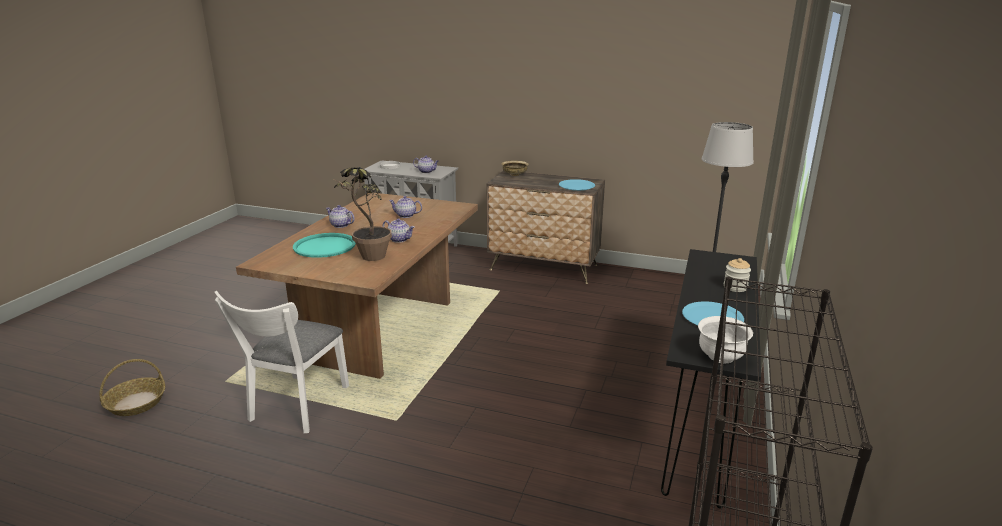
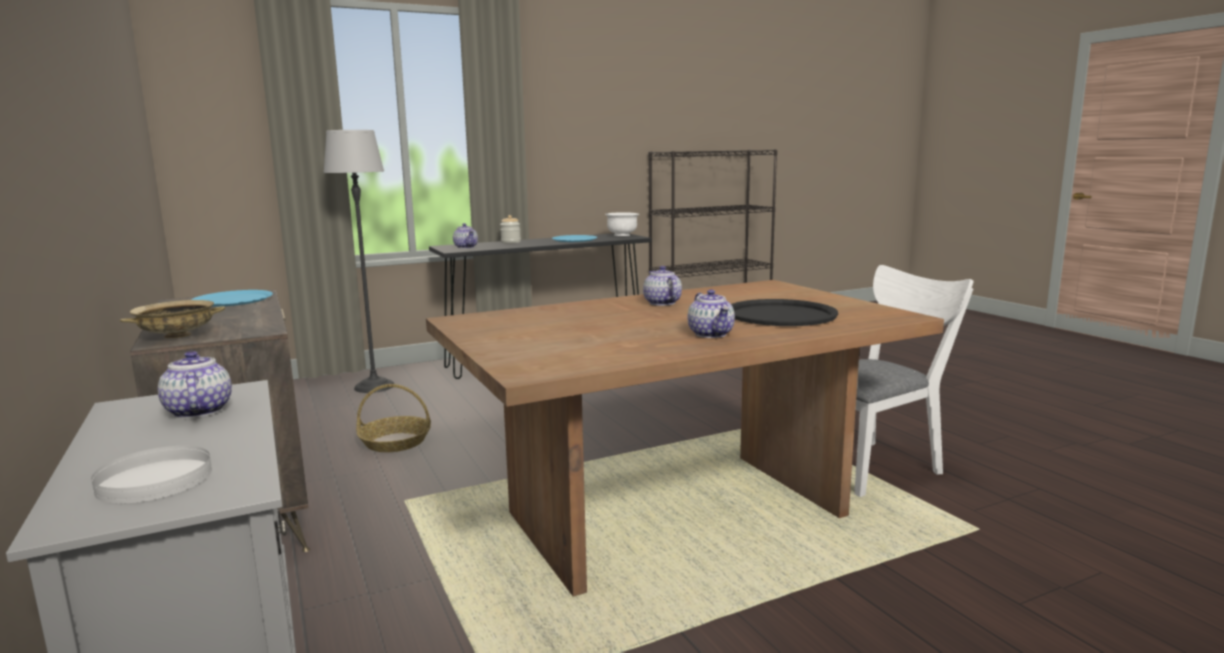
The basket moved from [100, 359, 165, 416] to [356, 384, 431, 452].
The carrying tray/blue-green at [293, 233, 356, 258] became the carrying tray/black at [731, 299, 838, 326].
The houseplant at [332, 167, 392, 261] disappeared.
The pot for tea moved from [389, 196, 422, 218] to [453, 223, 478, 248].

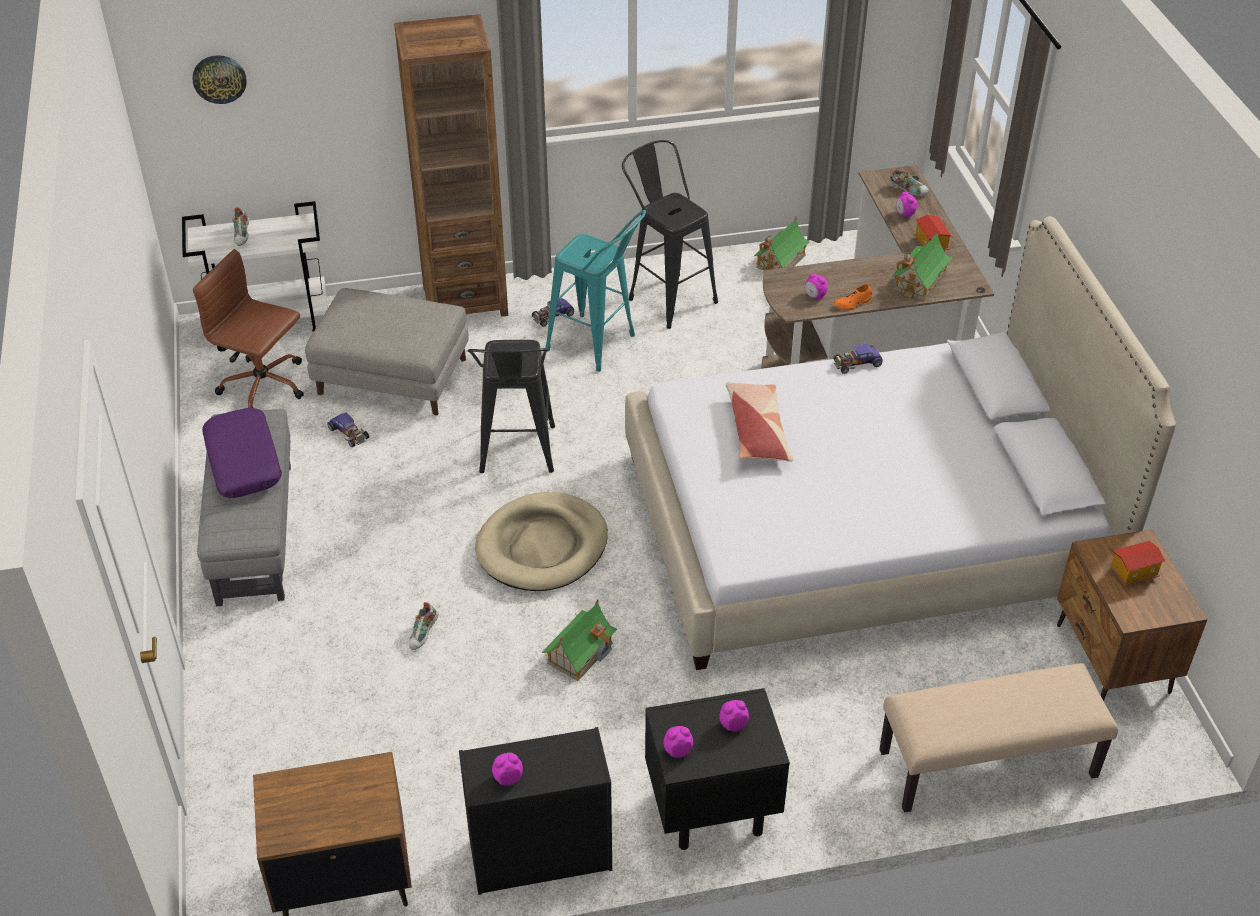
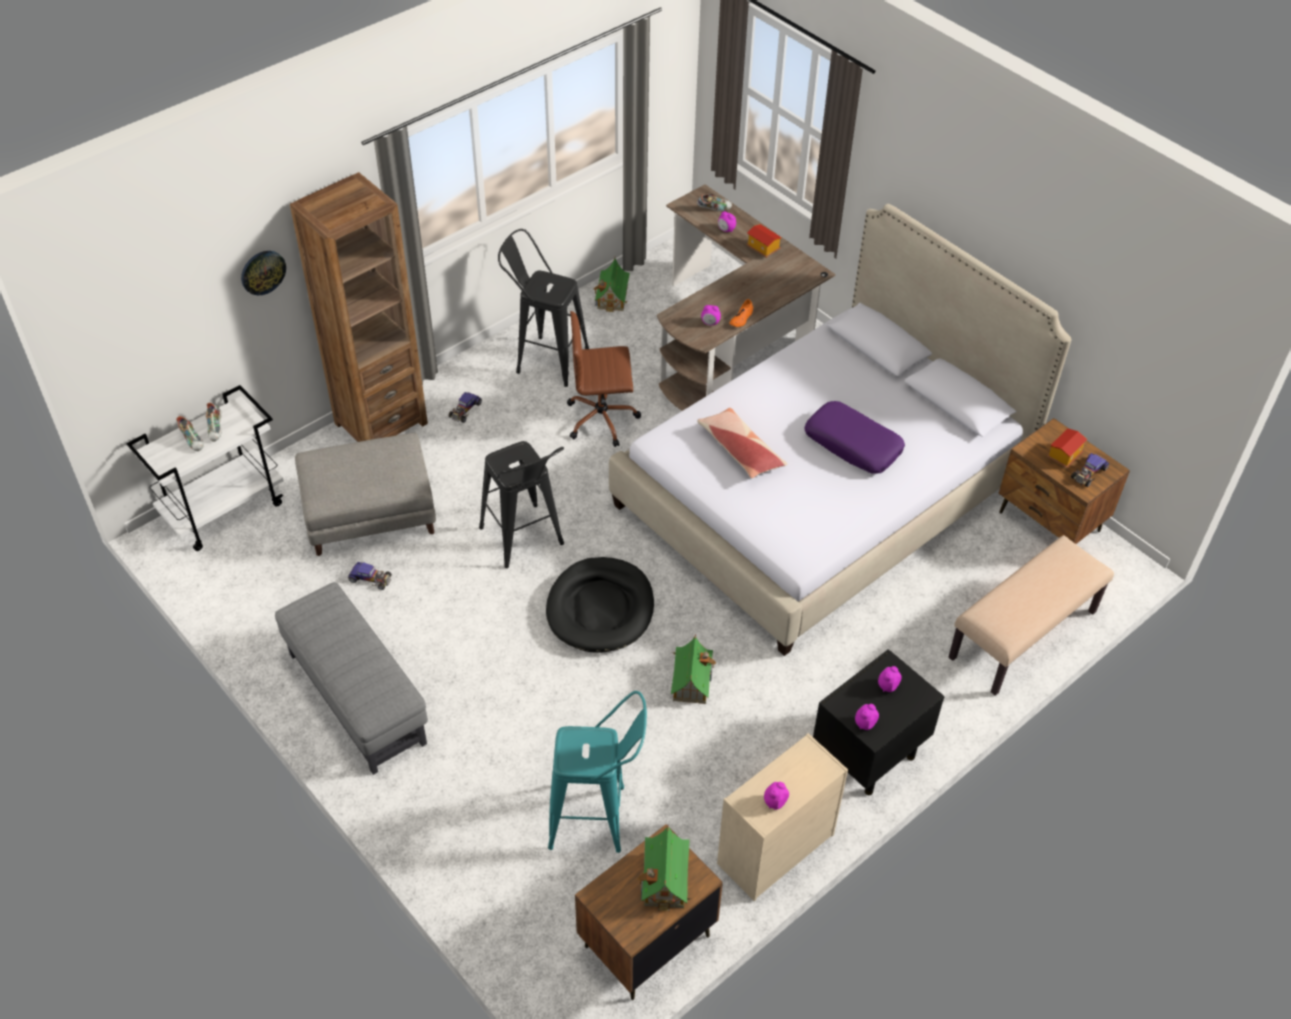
The hanging clock moved from [192, 55, 247, 104] to [241, 251, 286, 295].
The computer chair/brown moved from [193, 249, 304, 408] to [567, 311, 641, 447].
The pillow/purple moved from [202, 408, 282, 498] to [804, 401, 905, 474].
The low shoe moved from [409, 602, 439, 650] to [205, 403, 222, 442].
The drawer chest/black at [459, 727, 612, 895] became the drawer chest/beige at [717, 733, 848, 901].
The dog cushion/beige at [475, 492, 608, 591] became the dog cushion/black at [546, 557, 654, 653].
The stool seat/blue-green moved from [546, 210, 646, 372] to [548, 691, 647, 853].
The toy car moved from [833, 344, 883, 374] to [1071, 453, 1109, 487].
The toy house moved from [892, 230, 952, 301] to [638, 826, 692, 911].

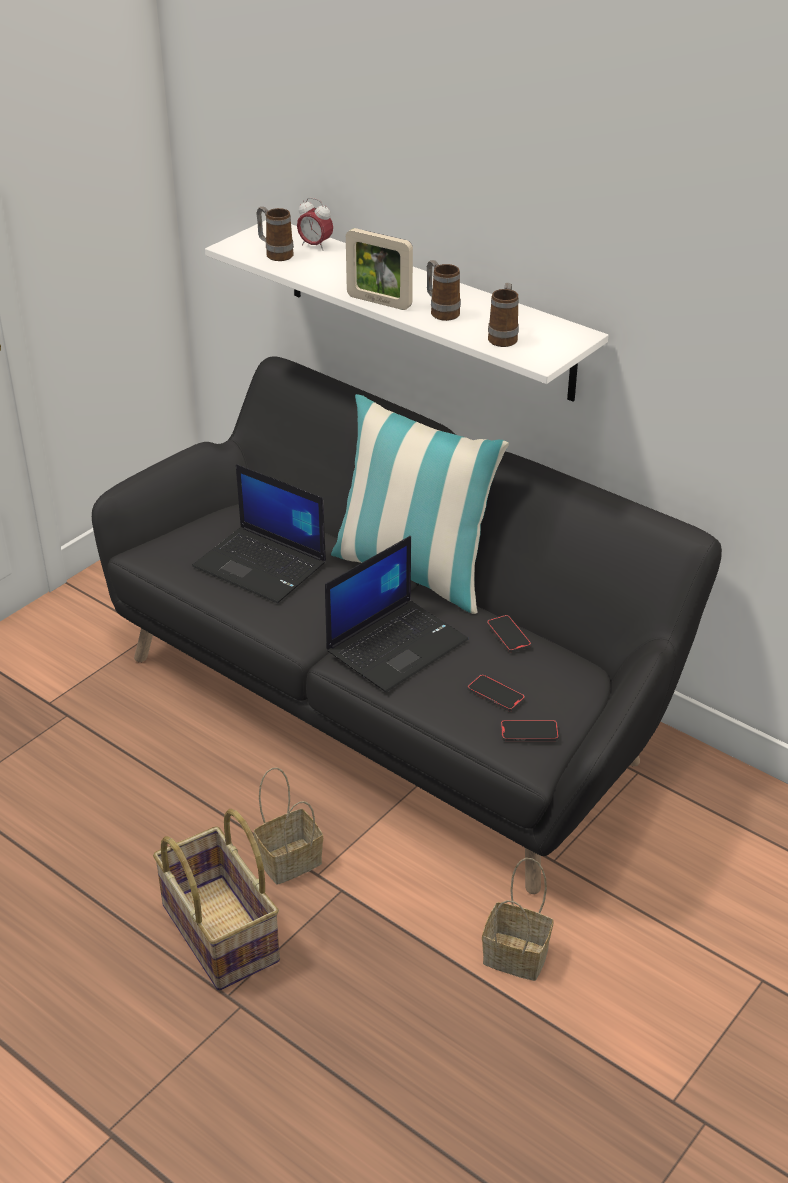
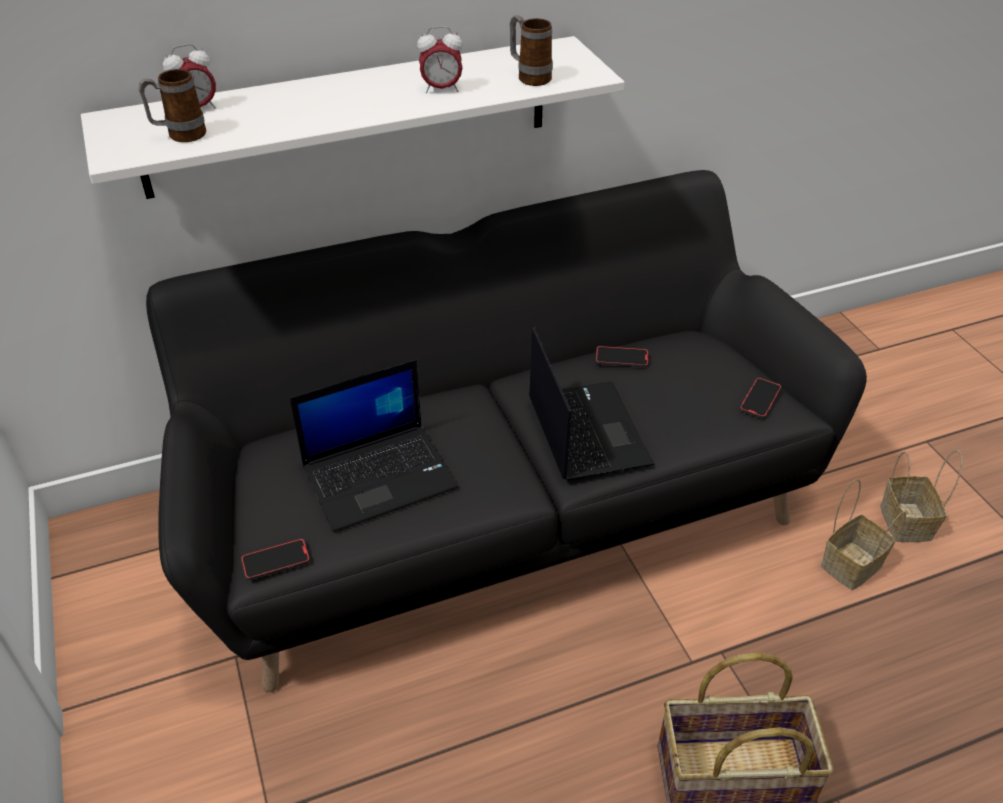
The basket moved from [254, 767, 323, 884] to [880, 450, 962, 542].
The pillow at [331, 394, 509, 614] disappeared.
The picture frame at [346, 228, 413, 310] disappeared.
The mug at [427, 260, 461, 321] was replaced by the alarm clock at [417, 26, 463, 93].
The phone moved from [468, 674, 525, 711] to [241, 539, 310, 580].

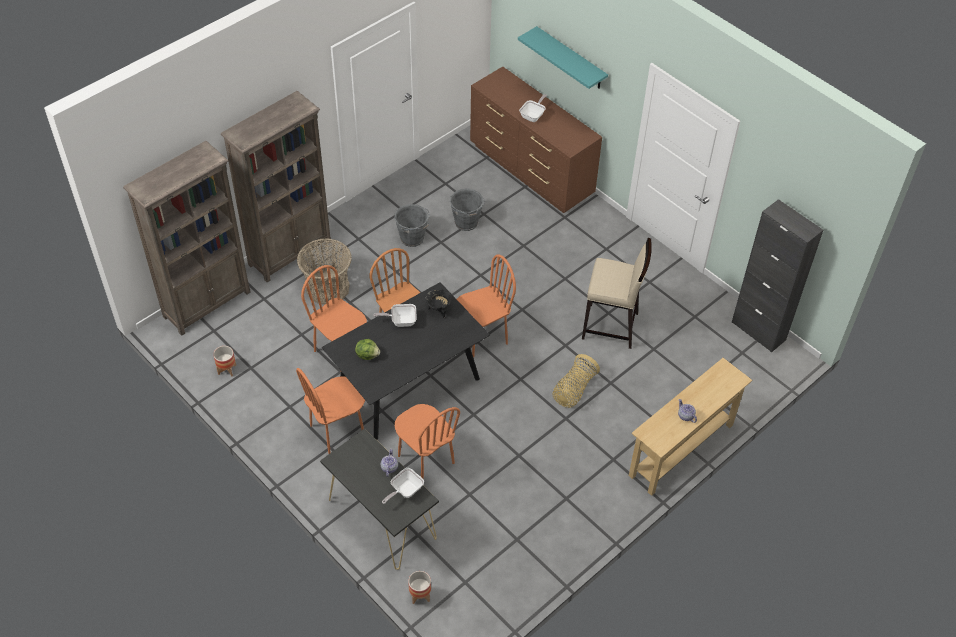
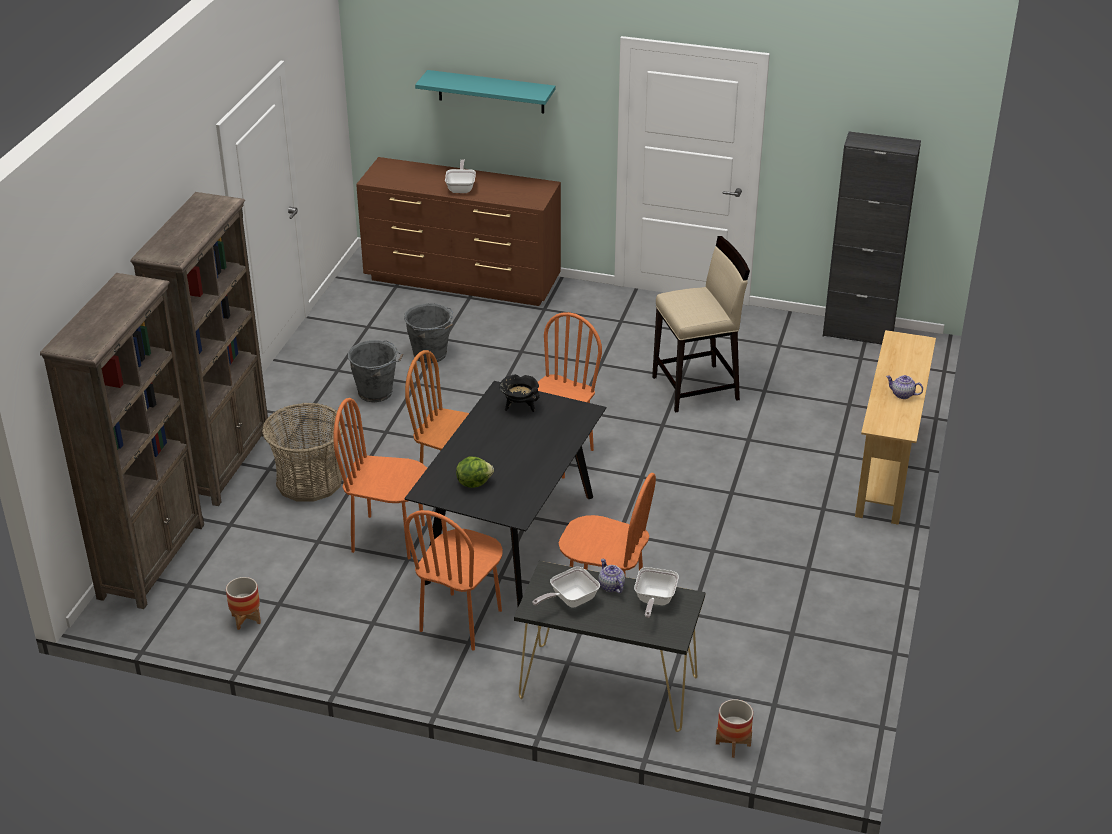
The skillet moved from [373, 304, 417, 327] to [533, 567, 600, 608].
The basket at [553, 354, 600, 408] disappeared.

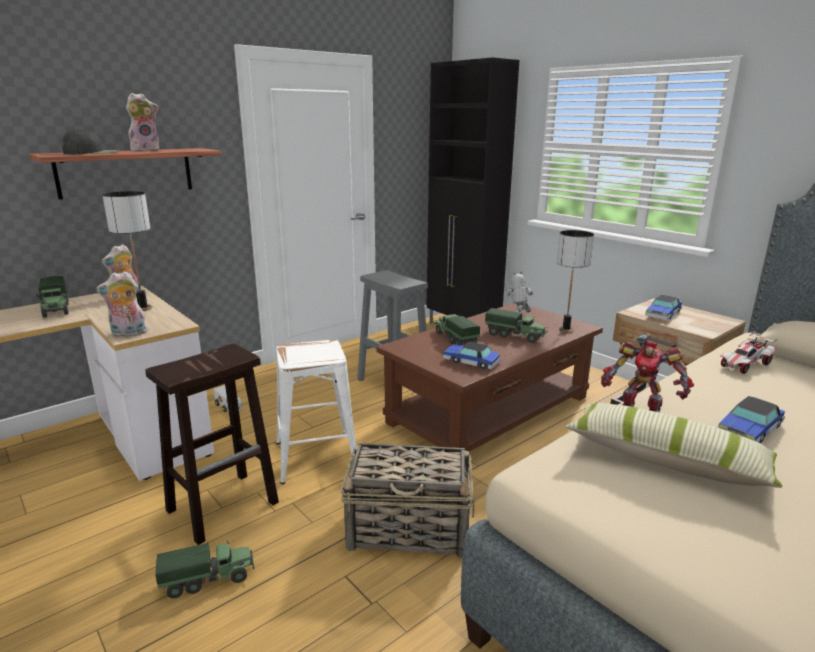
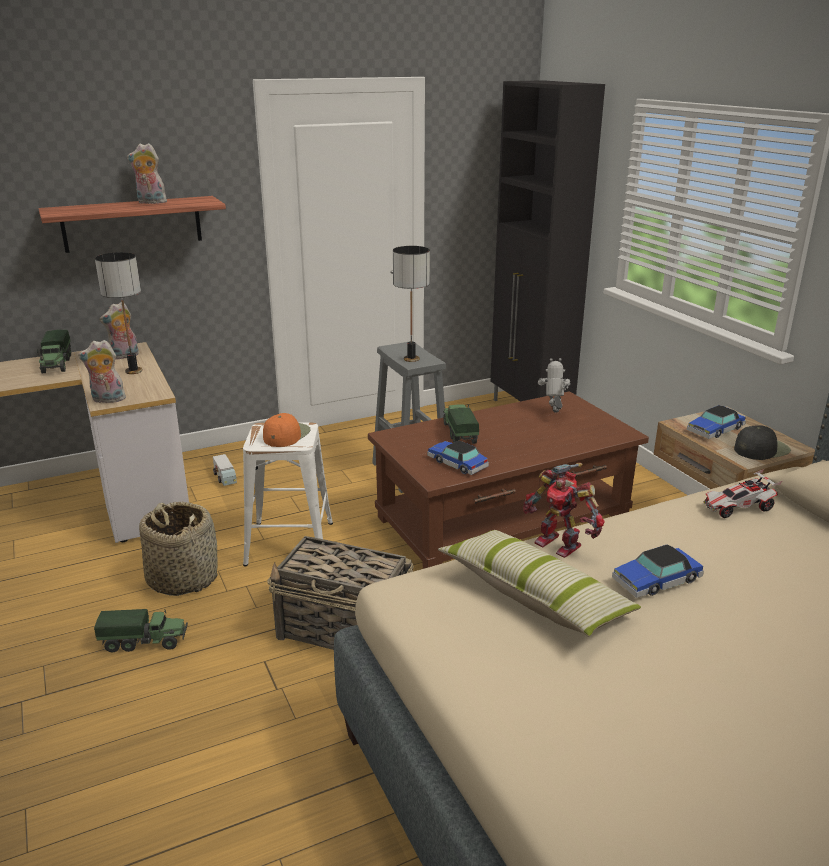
The baseball cap/black moved from [62, 129, 119, 154] to [734, 426, 791, 460].
The plush toy at [126, 93, 159, 151] turned 150 degrees counterclockwise.
The stool seat/brown at [145, 343, 279, 545] was replaced by the basket at [139, 501, 218, 596].
The model truck at [485, 308, 547, 343] disappeared.
The table lamp moved from [557, 230, 594, 333] to [393, 246, 430, 362].
The baseball cap/orange at [263, 413, 311, 447] appeared.

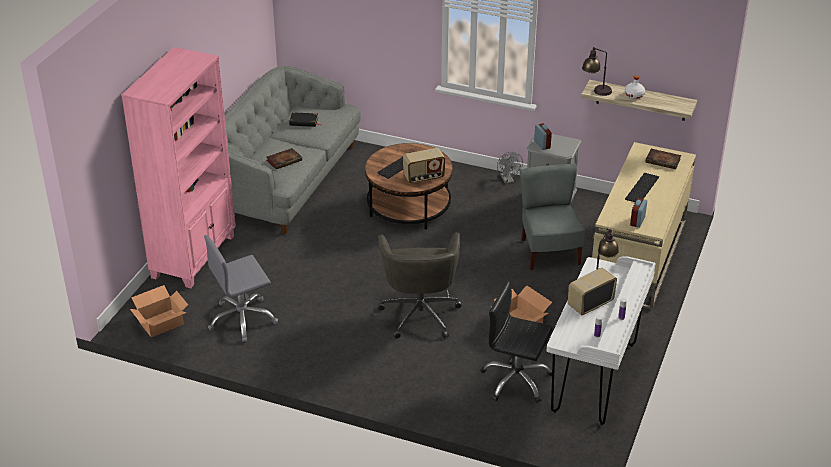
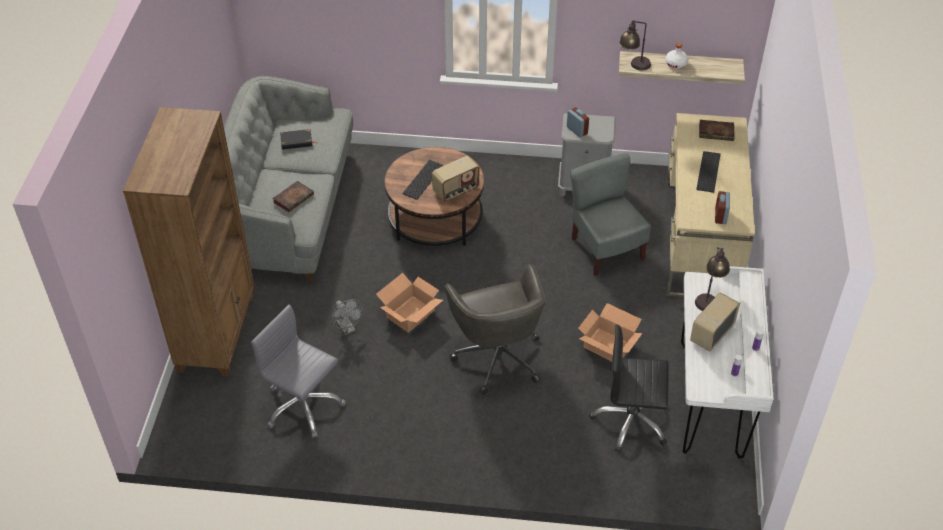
The bookshelf/pinkish at [121, 47, 236, 288] became the bookshelf/brown at [123, 107, 255, 377].
The carton moved from [130, 285, 188, 337] to [376, 273, 443, 333].
The computer chair/greyish at [204, 235, 278, 342] turned 75 degrees clockwise.
The cooling fan/greyish moved from [497, 152, 523, 184] to [332, 299, 363, 335].

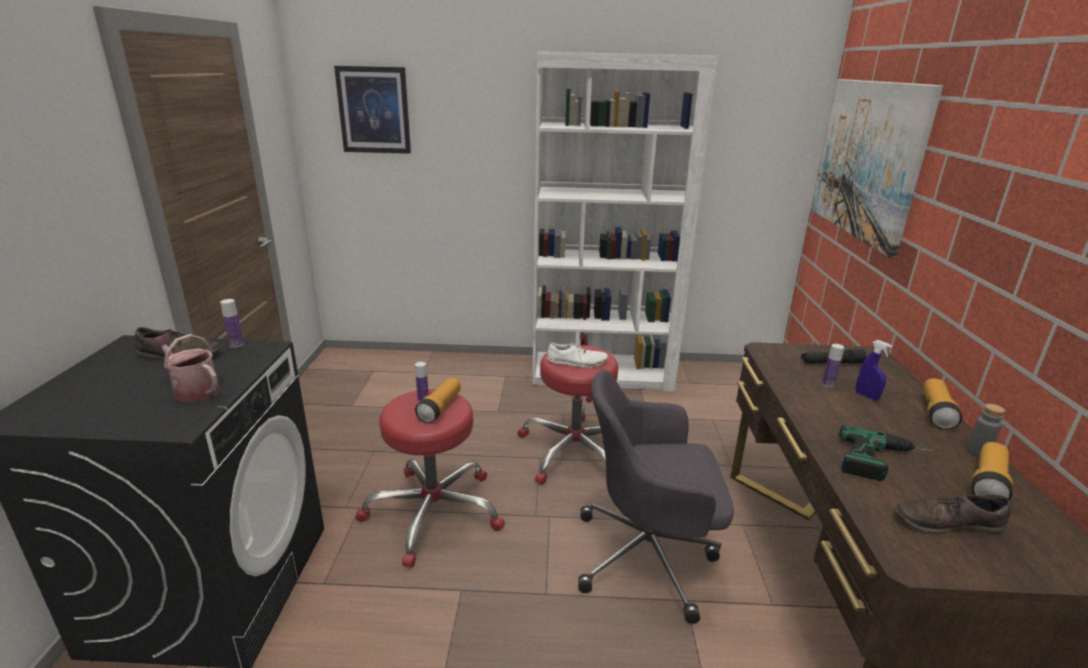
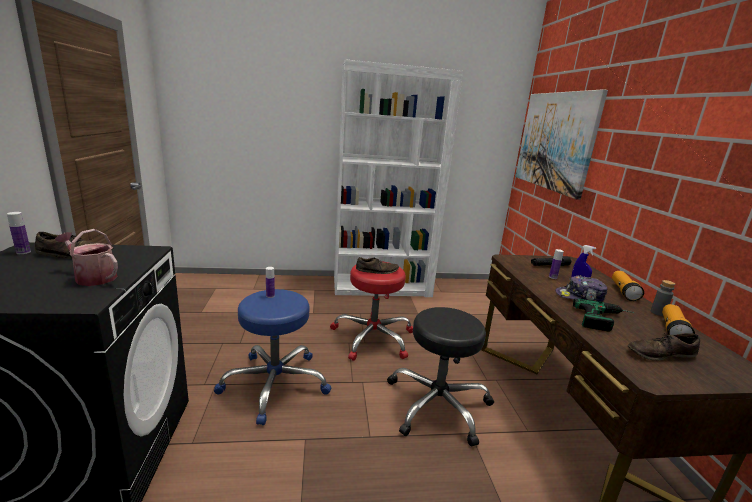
The drink bottle moved from [220, 299, 244, 348] to [7, 212, 31, 254].
The wall art at [334, 66, 411, 154] disappeared.
The stool seat/reddish at [356, 389, 505, 568] became the stool seat/bluish at [214, 289, 331, 425].
The flashlight at [415, 378, 461, 423] disappeared.
The low shoe/white at [547, 343, 608, 367] became the low shoe/brown at [356, 257, 399, 274].
The computer chair/greyish at [578, 370, 734, 624] was replaced by the stool seat/black at [387, 307, 494, 447].
The baseball cap at [555, 275, 607, 302] appeared.

